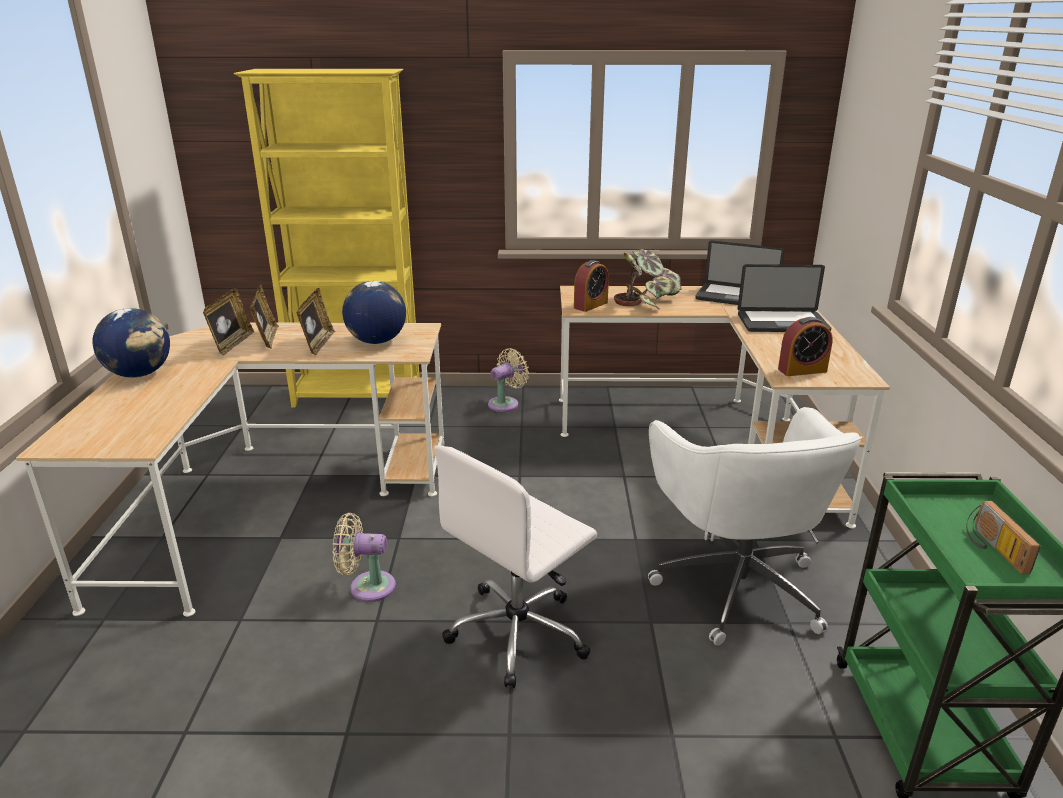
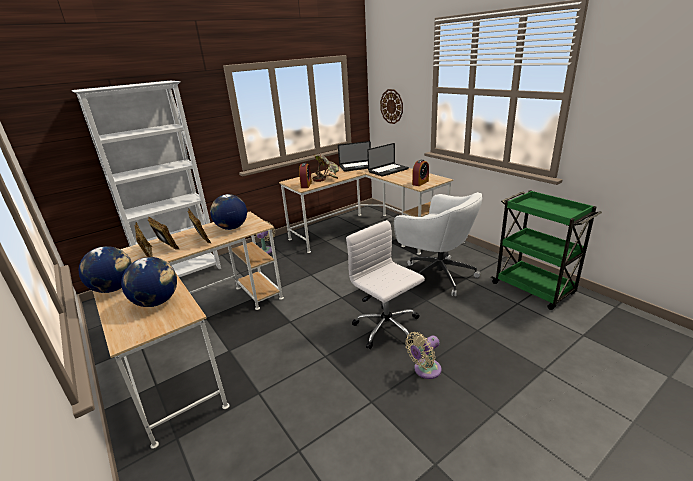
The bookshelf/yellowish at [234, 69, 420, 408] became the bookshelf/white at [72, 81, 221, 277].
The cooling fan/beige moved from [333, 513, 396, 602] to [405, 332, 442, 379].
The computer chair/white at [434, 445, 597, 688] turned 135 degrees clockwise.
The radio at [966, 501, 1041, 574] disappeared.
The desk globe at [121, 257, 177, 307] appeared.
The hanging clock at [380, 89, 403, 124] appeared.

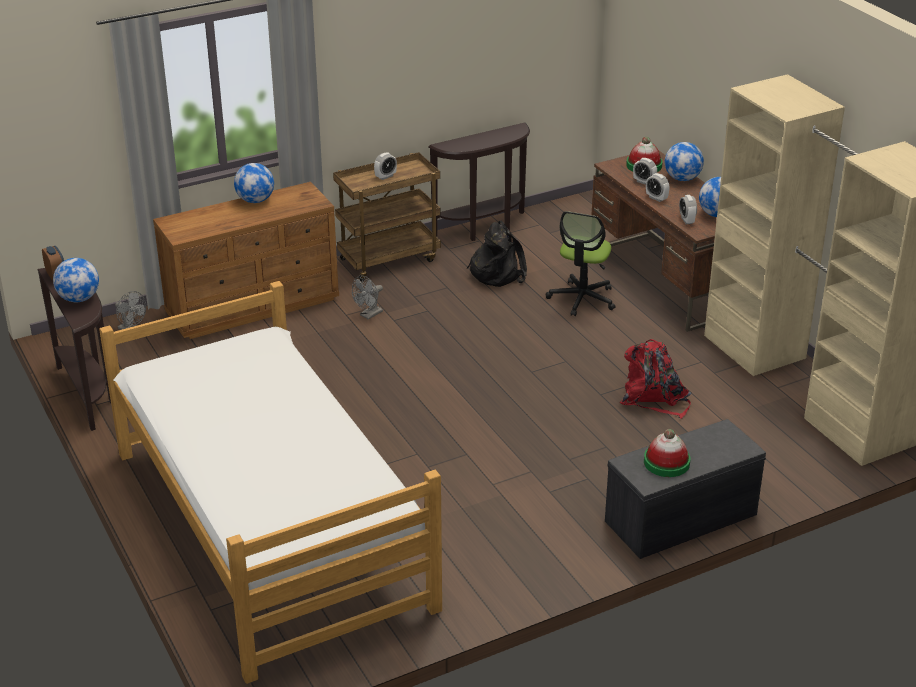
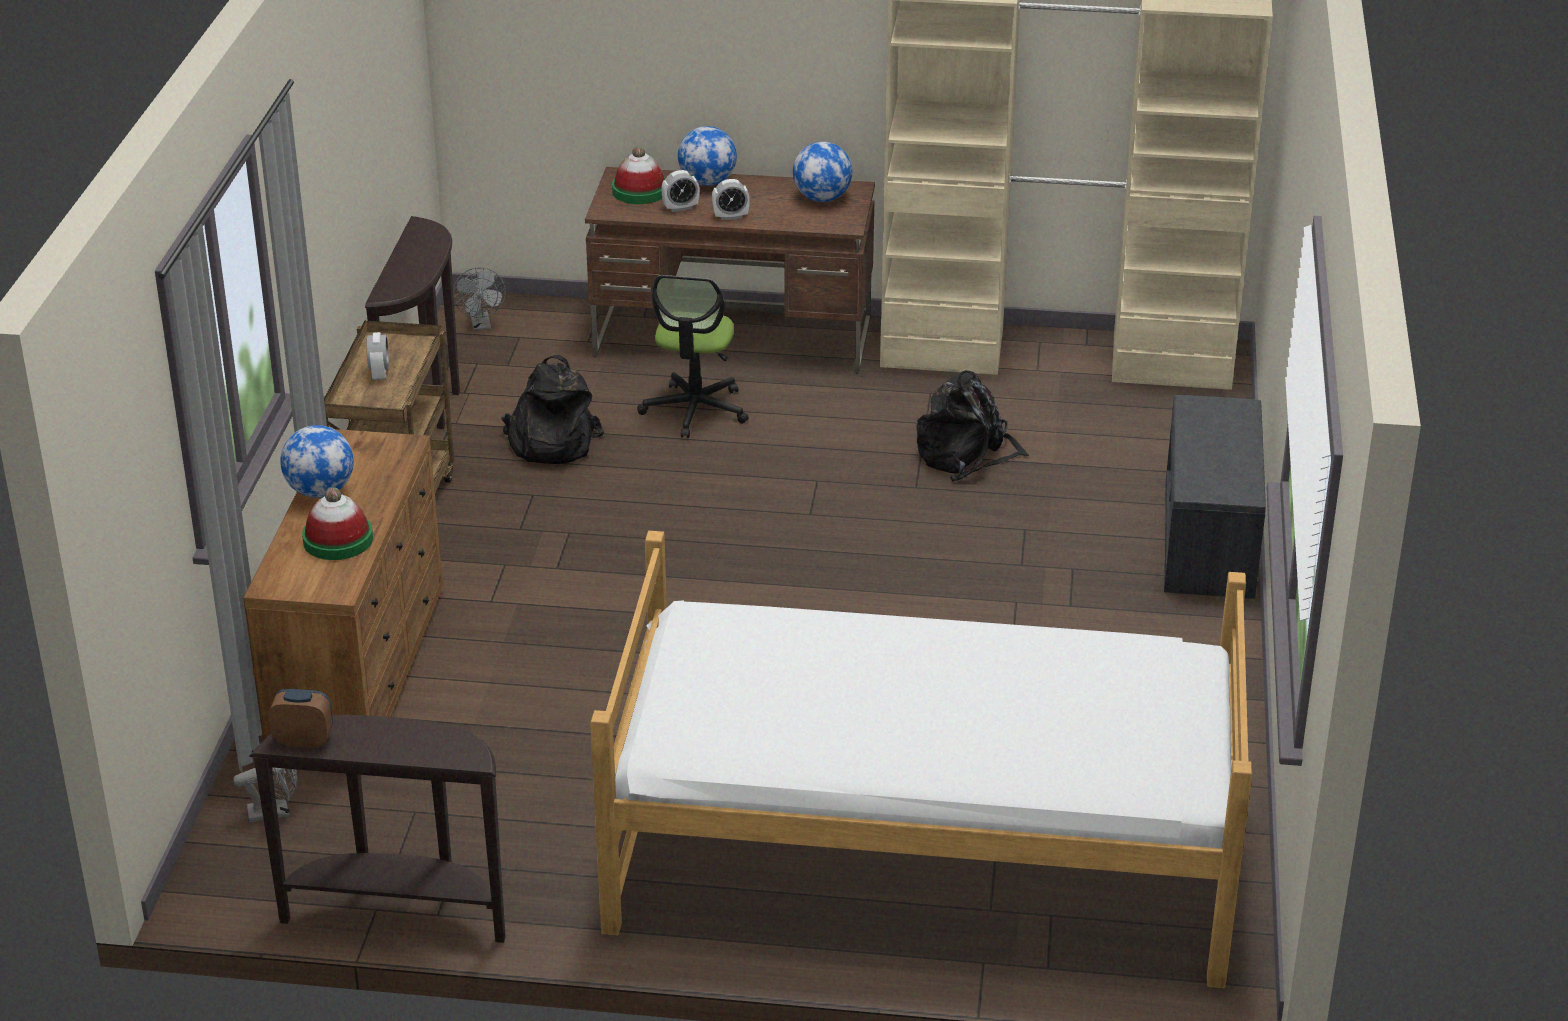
The desk globe at [53, 258, 99, 302] disappeared.
The cooling fan/greyish moved from [352, 275, 383, 320] to [453, 267, 506, 331].
The computer chair at [546, 211, 616, 316] turned 45 degrees clockwise.
The backpack/reddish at [620, 339, 692, 419] became the backpack/black at [916, 370, 1029, 481].
The hat moved from [644, 429, 690, 477] to [302, 487, 373, 560].
The alarm clock at [679, 195, 697, 224] disappeared.

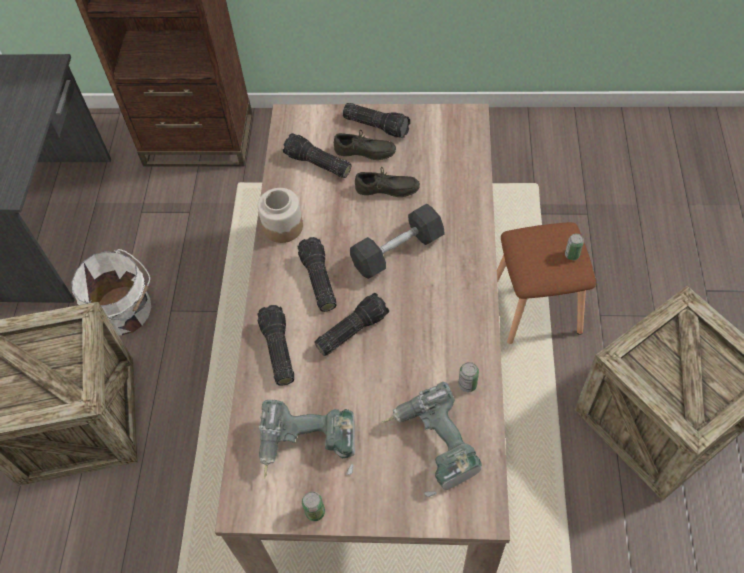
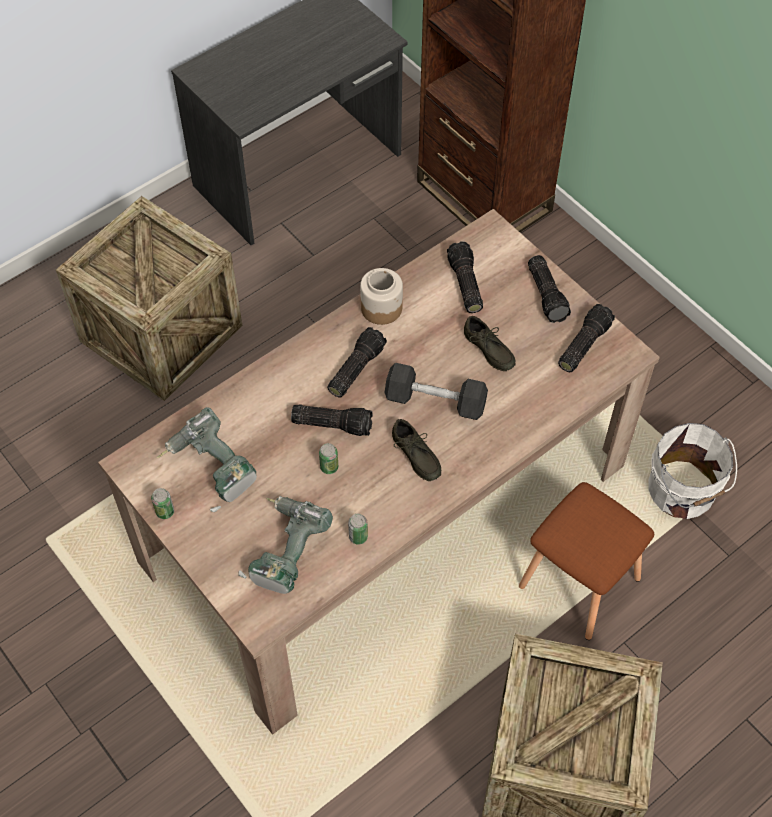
The bucket/white moved from [71, 249, 151, 335] to [649, 423, 737, 519].
The flashlight moved from [257, 305, 294, 385] to [558, 304, 615, 372].
The low shoe/greyish moved from [334, 130, 396, 160] to [392, 419, 441, 481].
The metal can moved from [565, 233, 584, 260] to [319, 443, 338, 474].

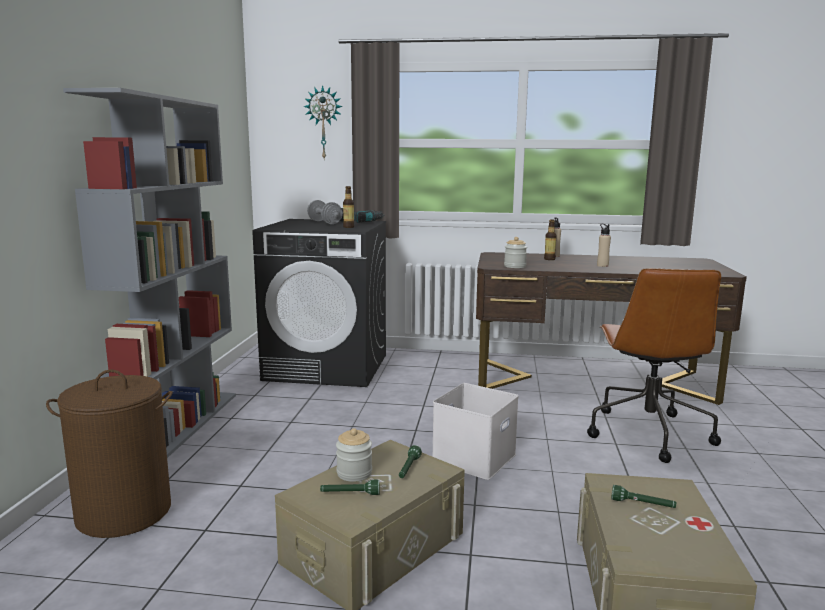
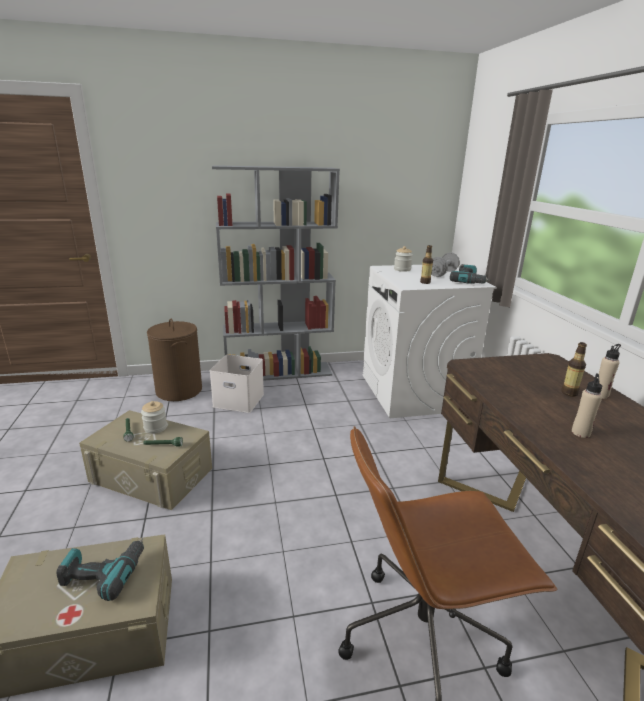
The washing machine/black at [252, 219, 386, 387] became the washing machine/white at [363, 265, 497, 418].
The hanging clock at [303, 85, 342, 158] disappeared.
The storage bin/white moved from [433, 383, 519, 480] to [210, 354, 264, 413].
The preserve jar moved from [504, 237, 527, 268] to [394, 246, 413, 272].
The flashlight/green-coloured at [611, 485, 676, 508] was replaced by the electric drill at [56, 539, 144, 601].

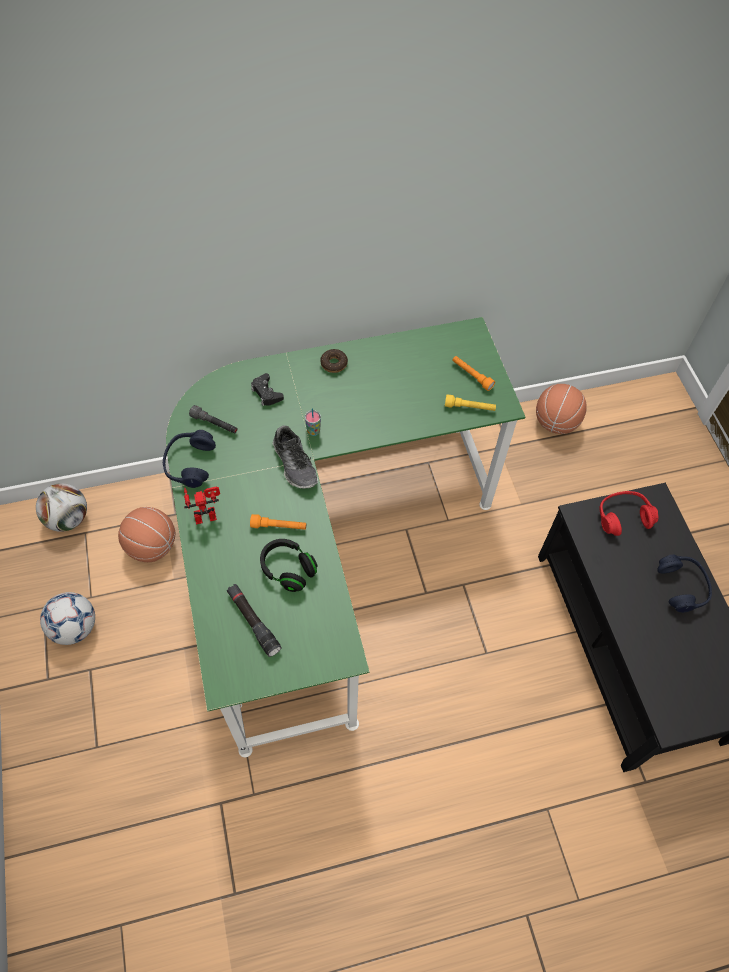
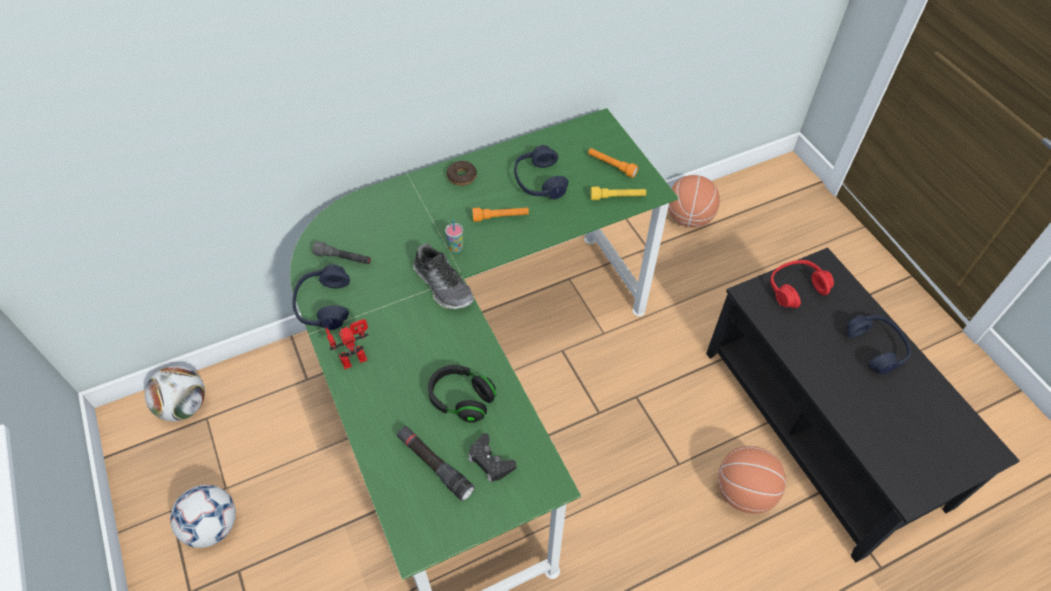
The basketball ball moved from [118, 507, 175, 562] to [718, 446, 786, 514].
The flashlight/orange moved from [250, 514, 306, 530] to [472, 207, 529, 222].
The gamepad/black moved from [251, 373, 284, 406] to [468, 433, 516, 483].
The headphones/bluish at [514, 145, 568, 199] appeared.

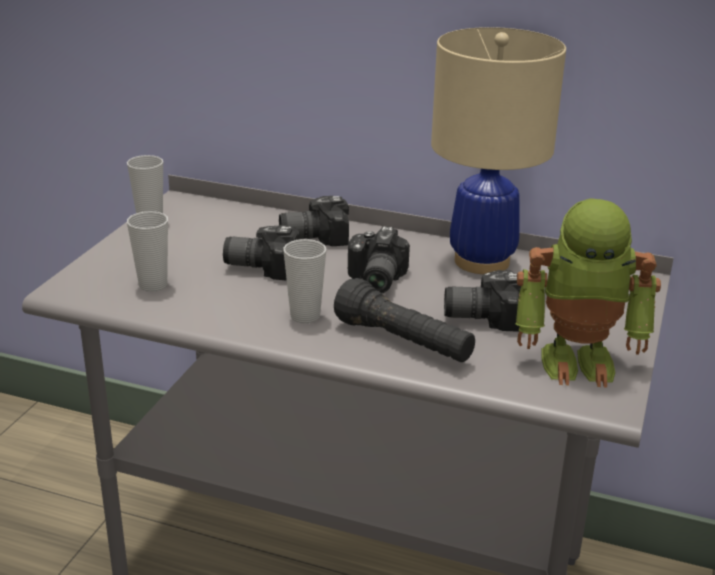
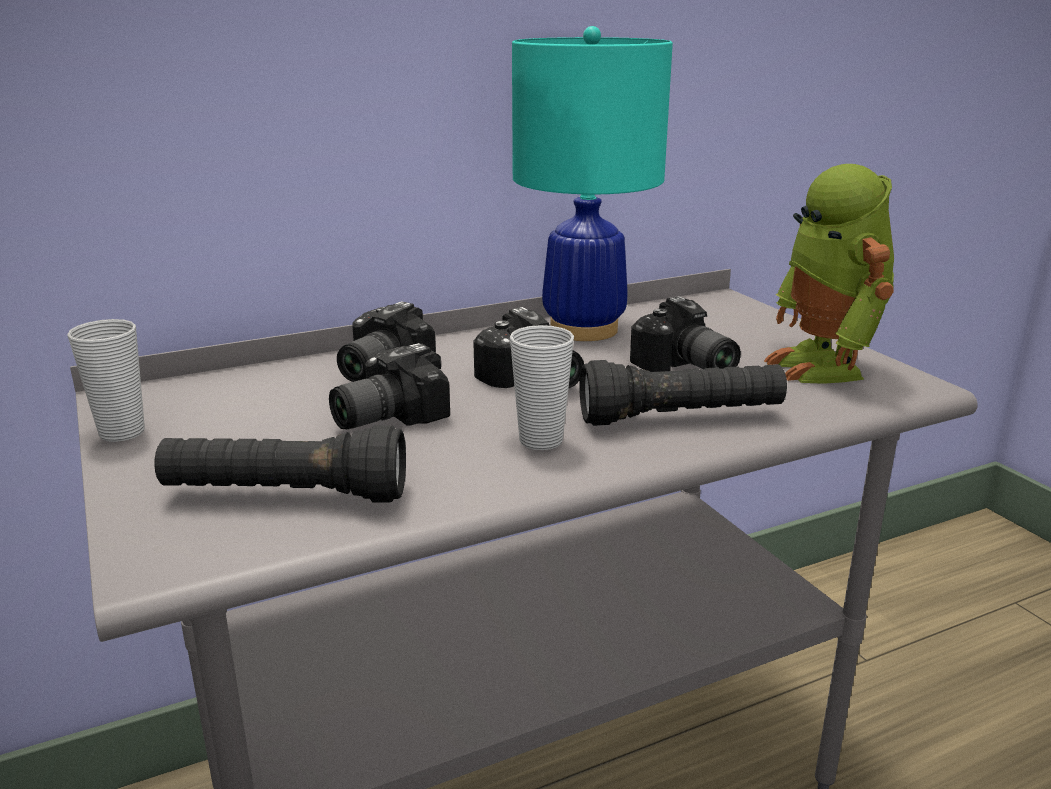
The cup at [127, 211, 168, 292] was replaced by the flashlight/black at [154, 425, 406, 503].
The table lamp/beige at [431, 27, 566, 274] became the table lamp/blue-green at [512, 26, 673, 341].
The photo camera at [444, 270, 521, 332] turned 75 degrees counterclockwise.
The toy robot at [515, 198, 661, 387] turned 120 degrees clockwise.

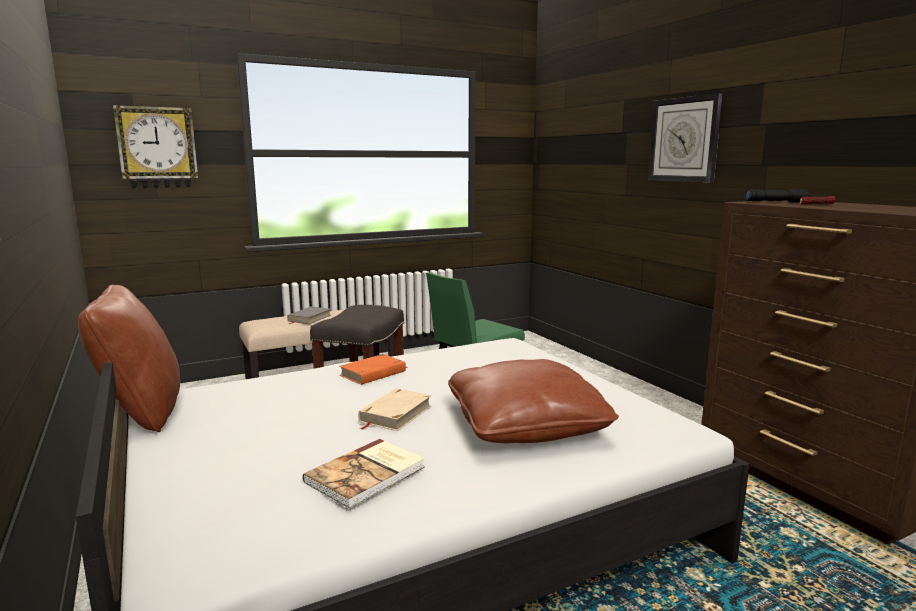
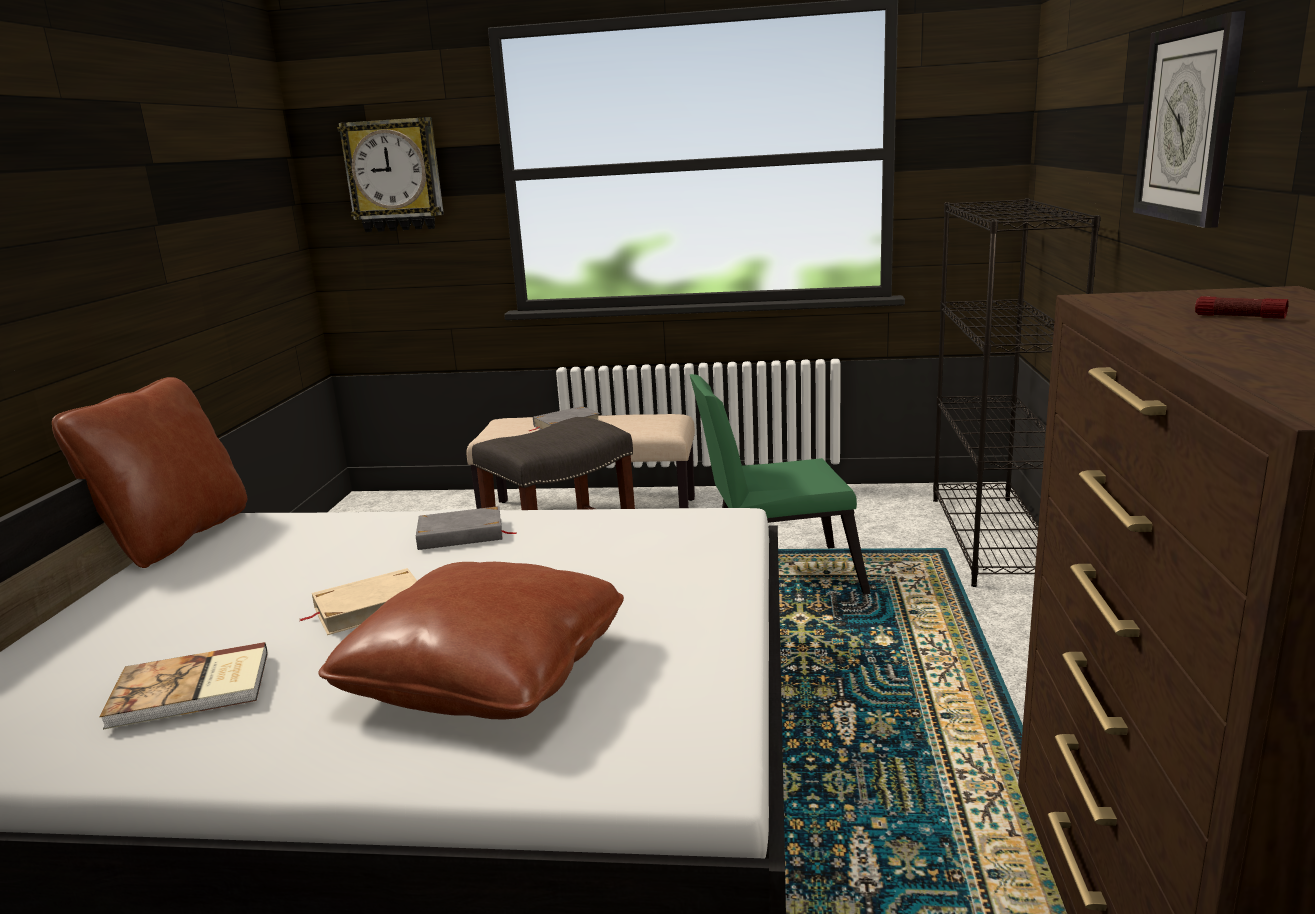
The bound book/orange at [339, 354, 408, 385] became the bound book/greyish at [416, 506, 517, 550].
The flashlight/black at [745, 189, 810, 202] disappeared.
The bookshelf/black at [933, 198, 1101, 587] appeared.

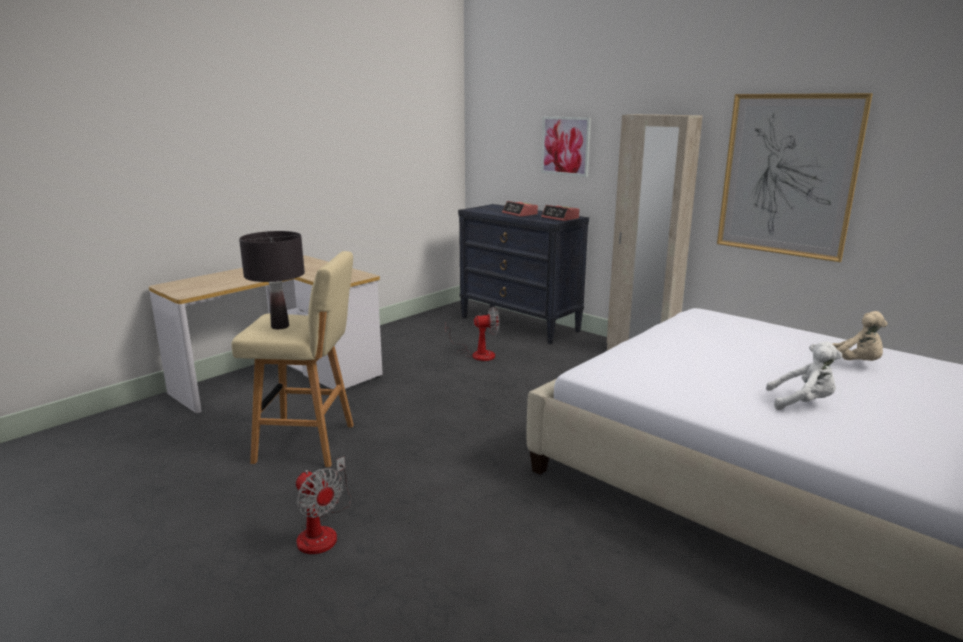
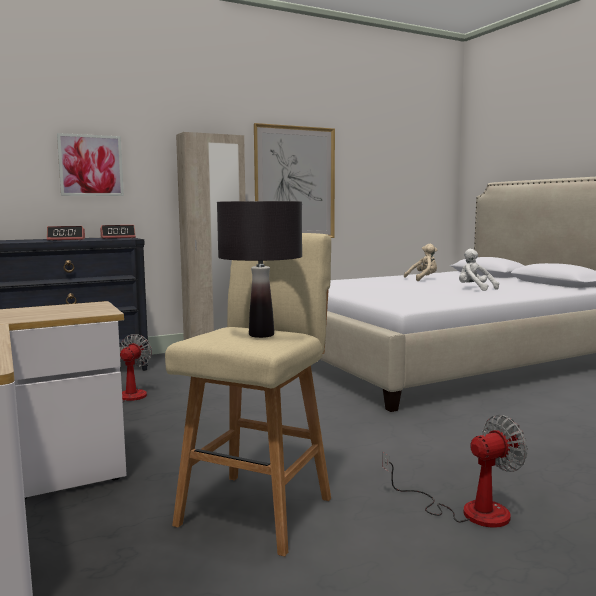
The plush toy/white at [766, 342, 842, 410] turned 75 degrees counterclockwise.

